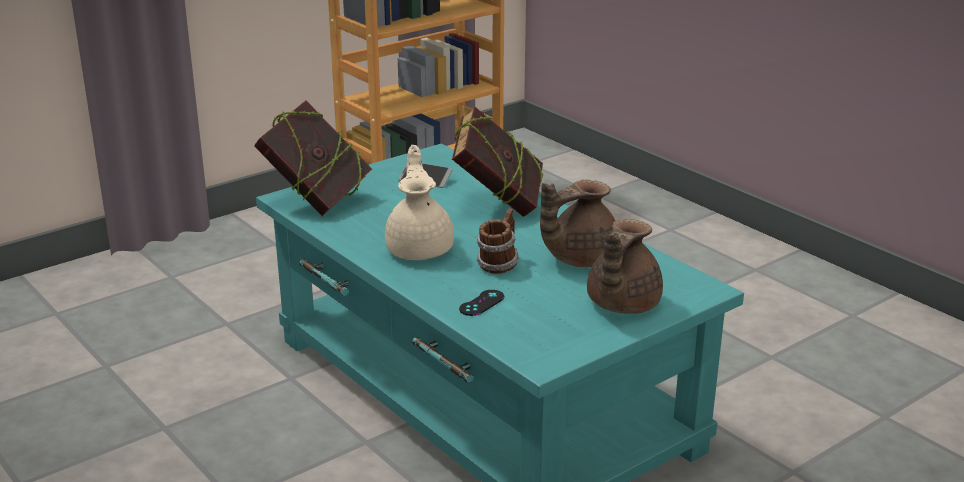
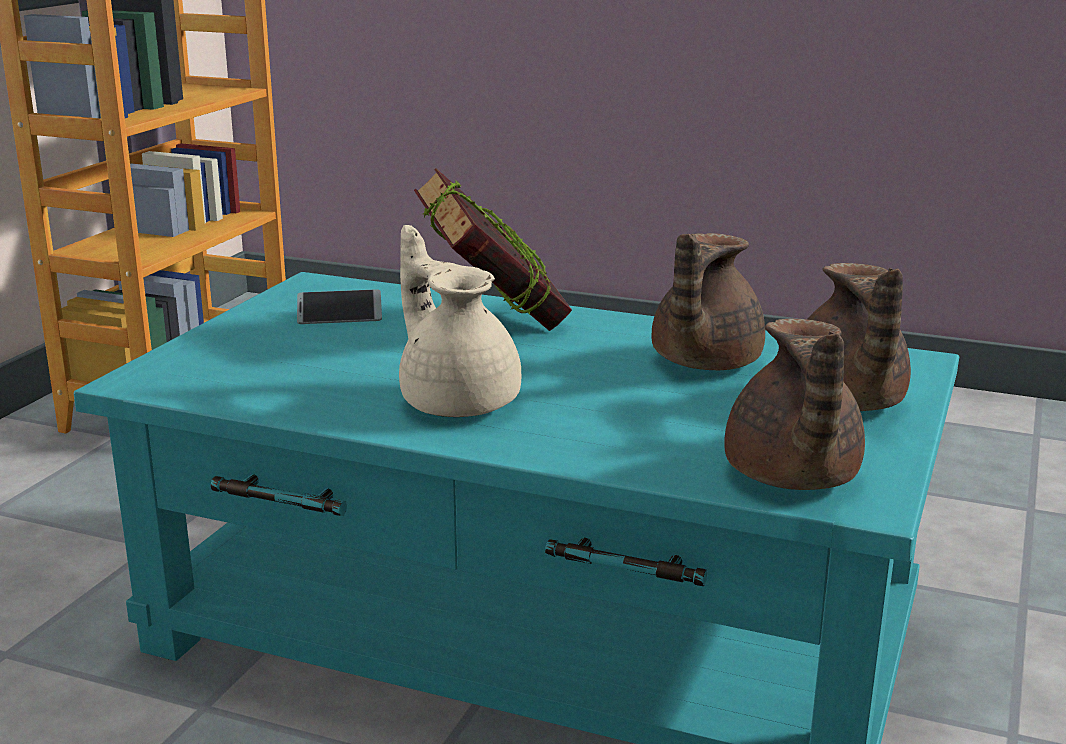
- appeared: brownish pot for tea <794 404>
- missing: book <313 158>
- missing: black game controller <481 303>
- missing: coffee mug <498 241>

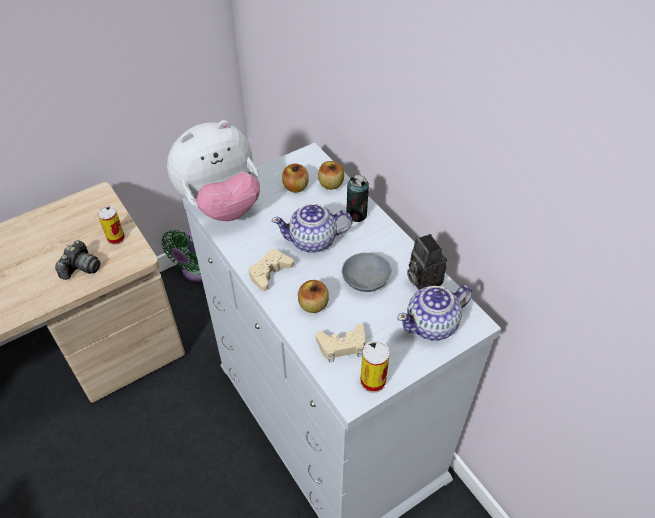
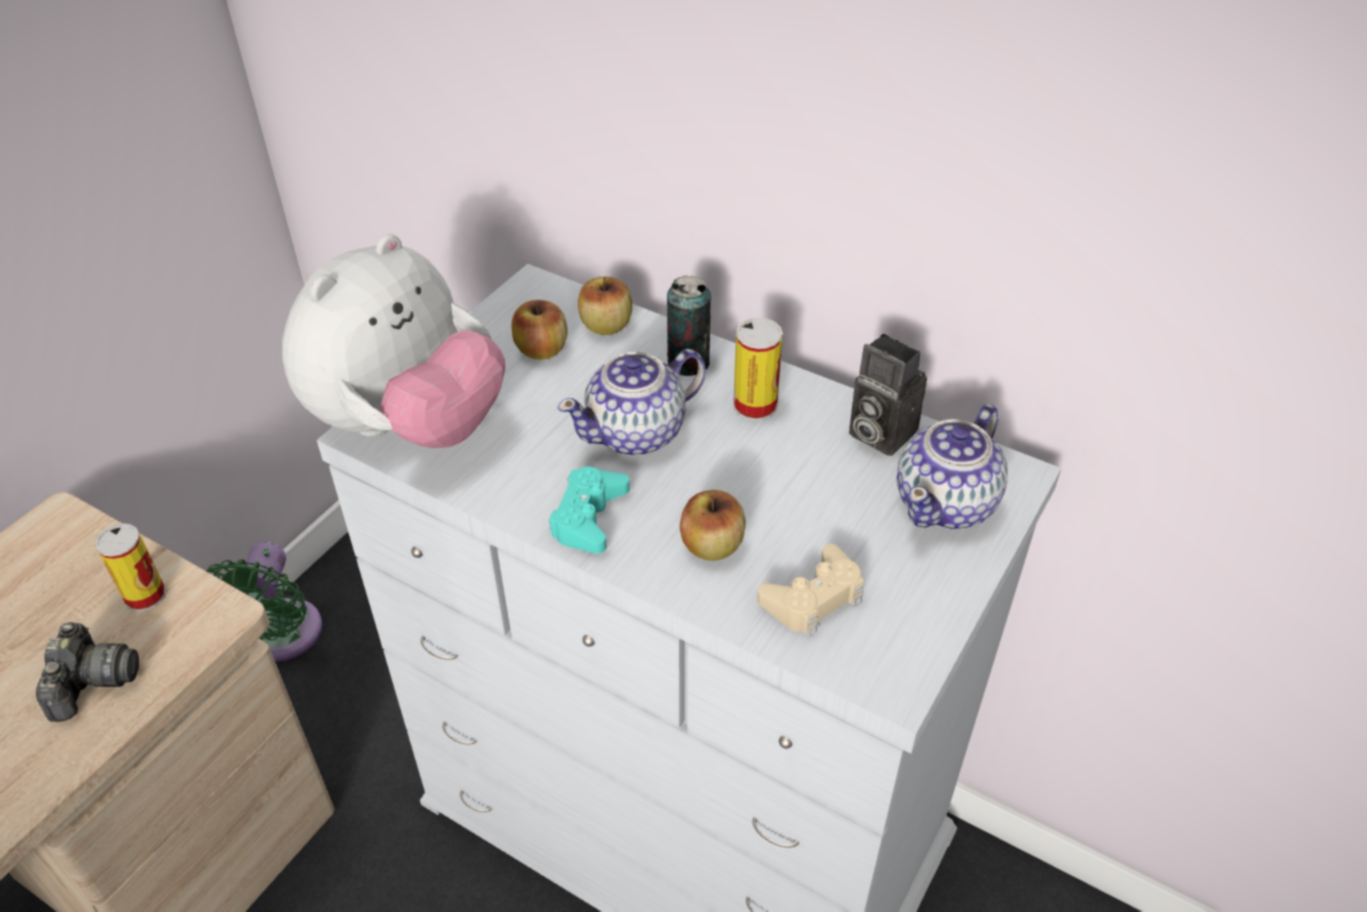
- colour: sand-coloured game controller <271 270> to blue-green game controller <589 510>
- relocated: can <375 367> to <758 369>
- missing: greyish bowl <366 272>

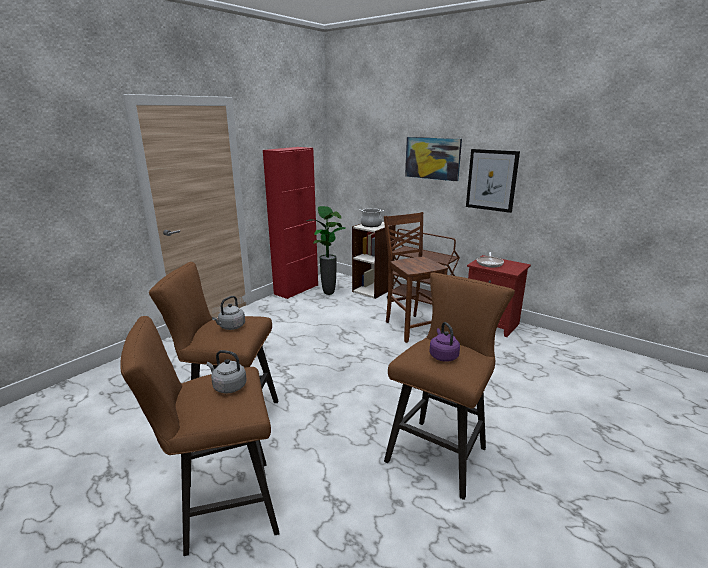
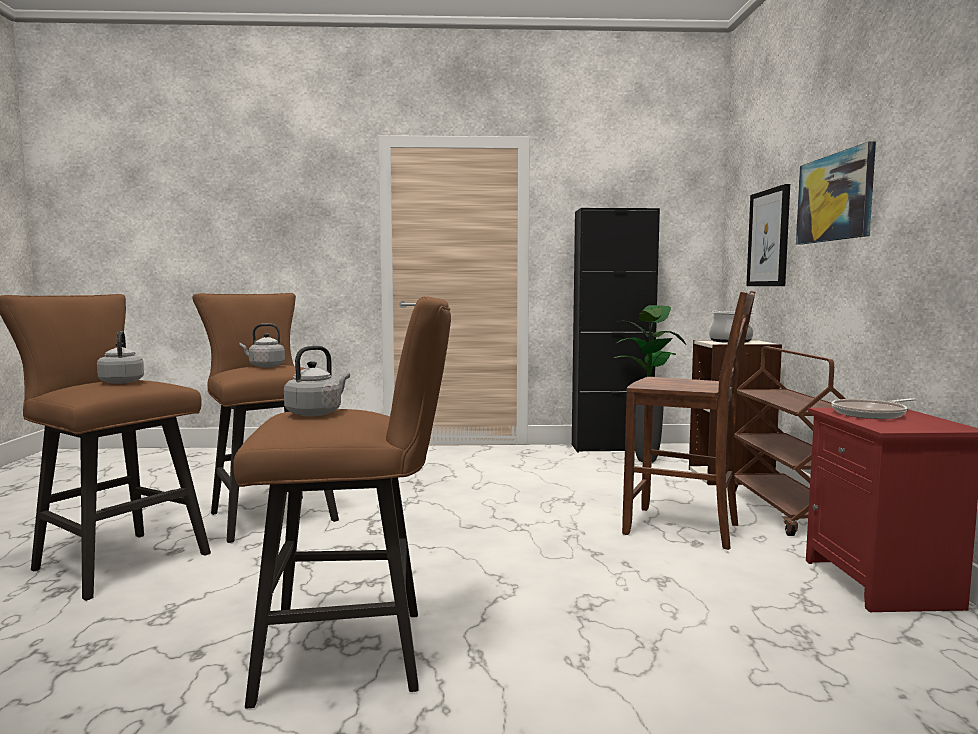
- colour: purplish tea kettle <444 342> to greyish tea kettle <317 381>
- colour: red-coloured storage cabinet <290 223> to black storage cabinet <616 330>
- spun: brownish chair <416 277> = <688 420> 90 degrees clockwise
- relocated: wall art <493 181> to <768 235>

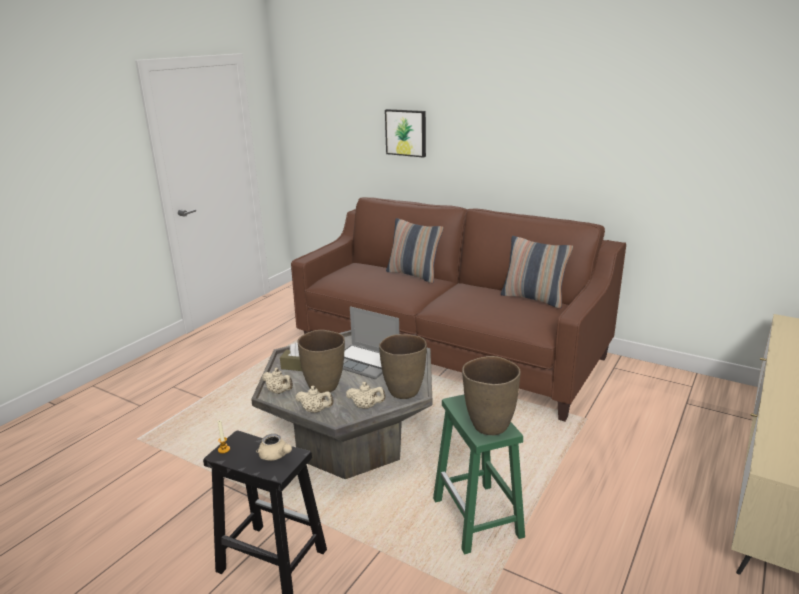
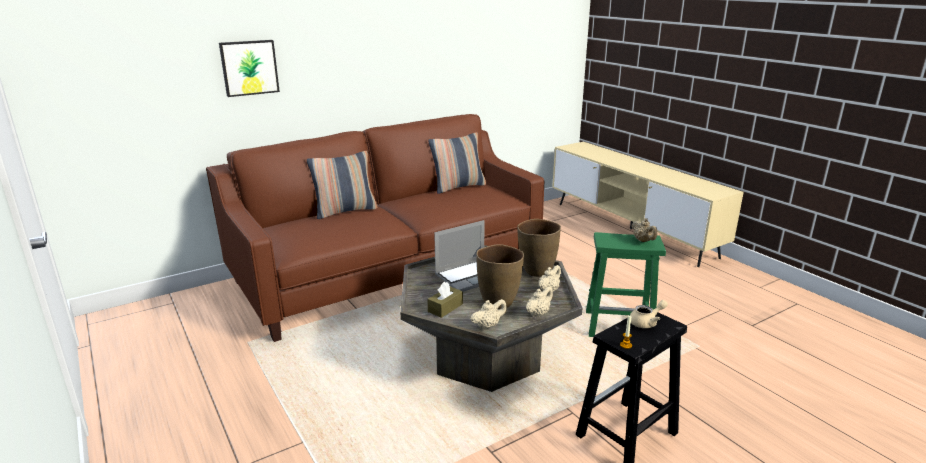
- exchanged: brownish flower vase <491 395> to sand-coloured pot for tea <644 230>

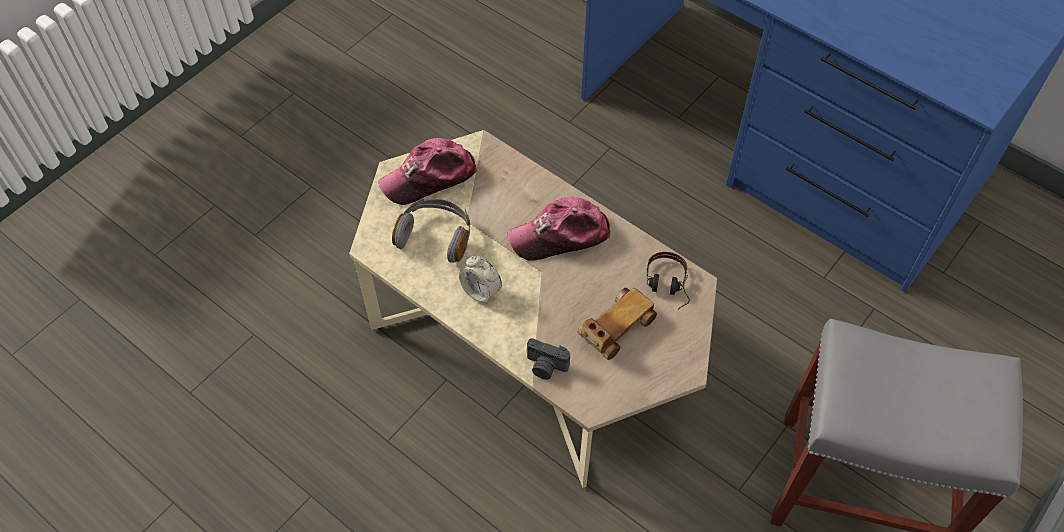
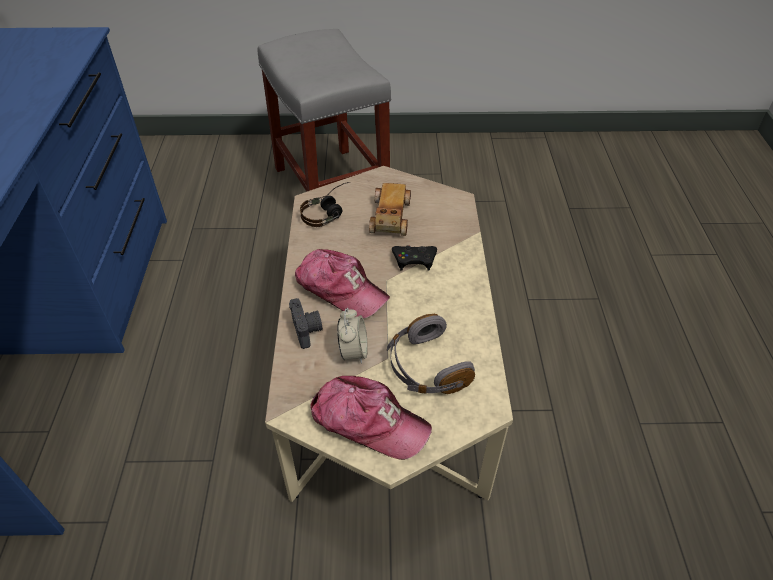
- relocated: still camera <548 358> to <306 323>
- relocated: table clock <480 280> to <352 336>
- spun: model car <617 324> = <390 209> 90 degrees clockwise
- appeared: black game controller <414 257>

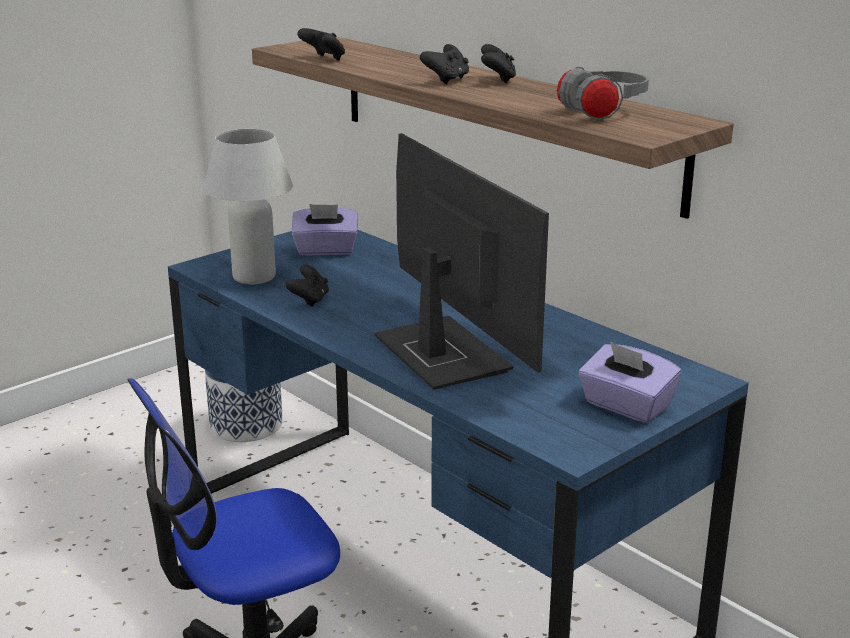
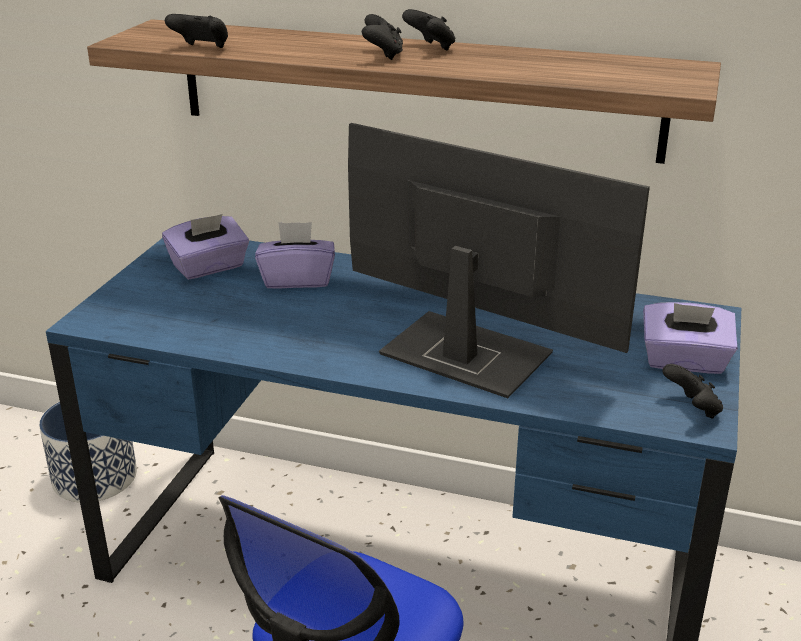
- appeared: purplish tissue box <295 255>
- relocated: black game controller <307 286> to <692 391>
- missing: whitish tabletop lamp <248 206>
- missing: greyish headset <603 93>

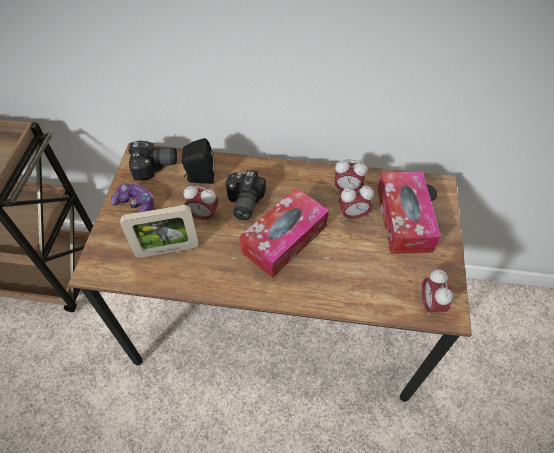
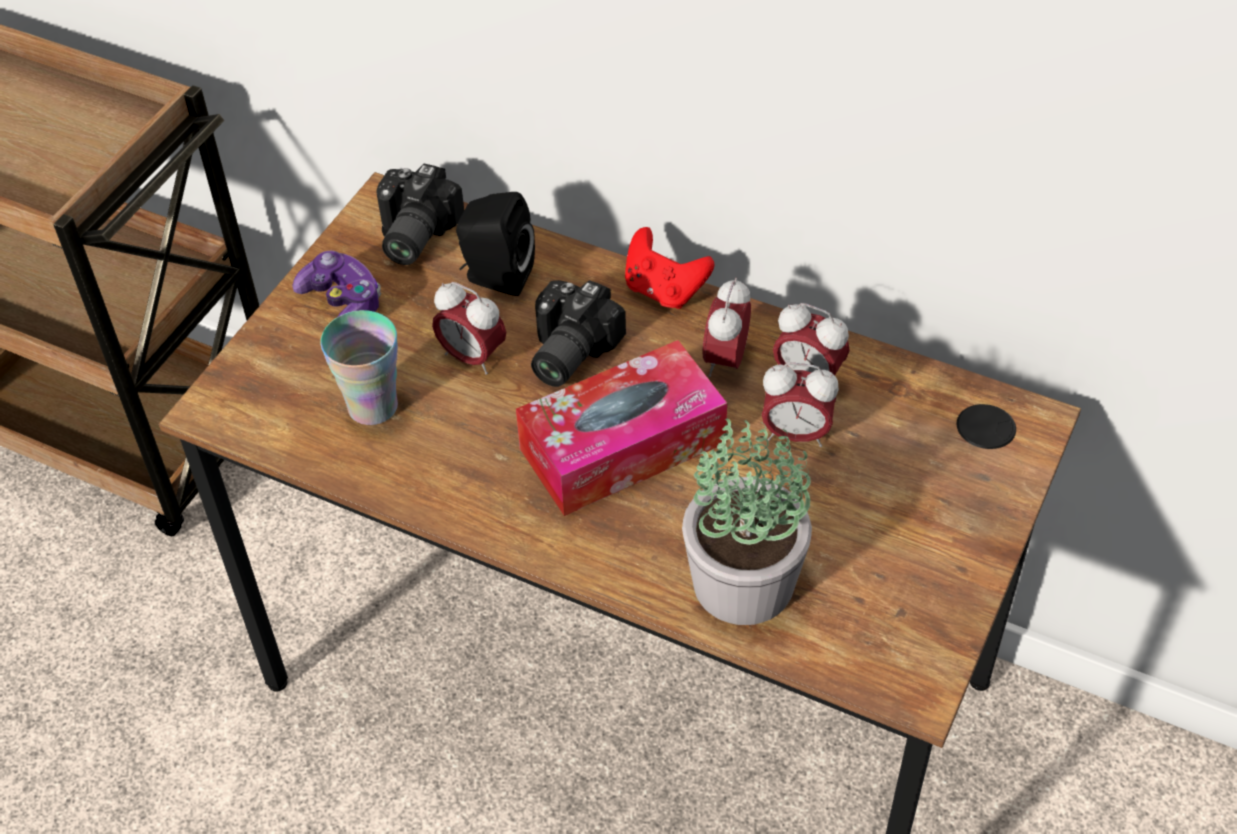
- exchanged: photo frame <159 231> to small cup <359 367>
- spun: still camera <152 161> = <420 214> 90 degrees clockwise
- appeared: red-coloured game controller <669 268>
- appeared: potted plant <747 521>
- relocated: table clock <437 292> to <726 327>
- missing: tissue box <409 212>

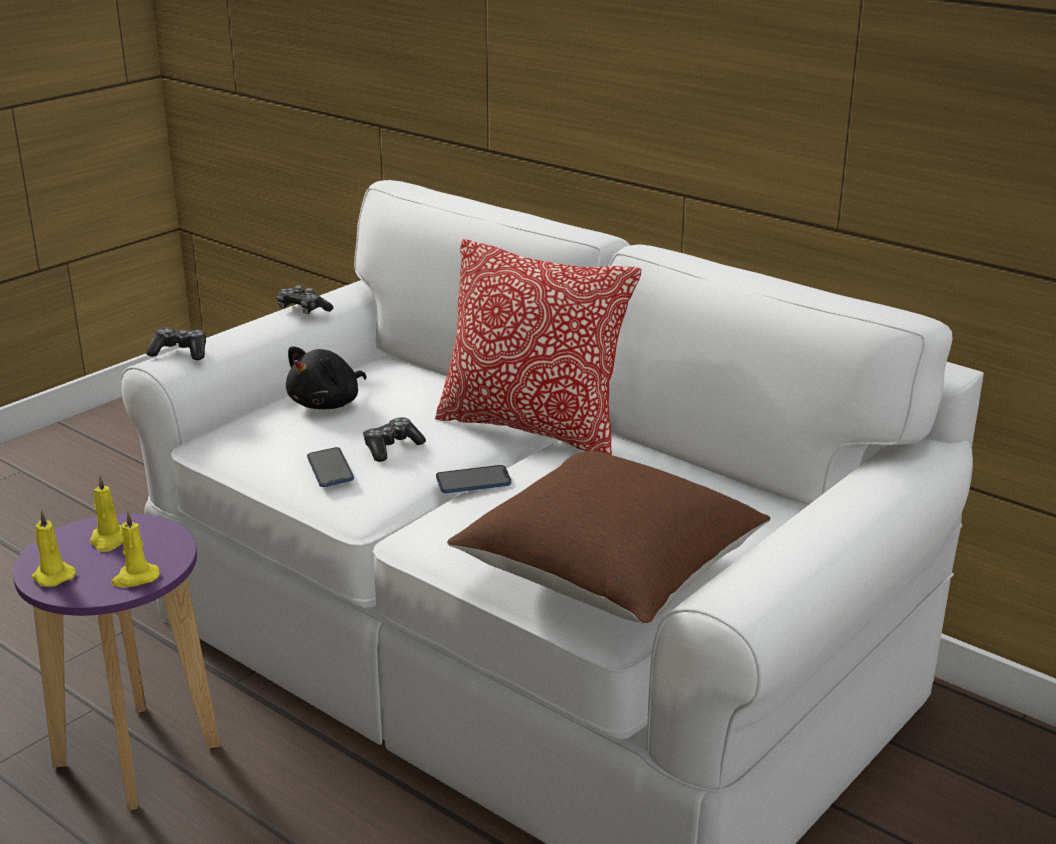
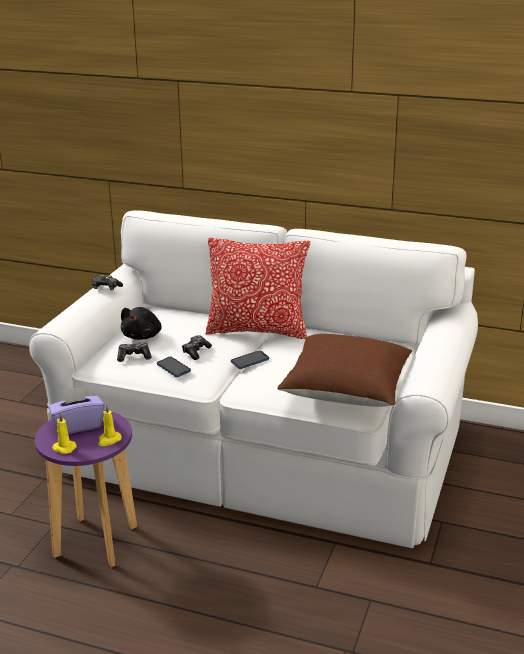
- exchanged: yellowish candle <106 513> to purplish tissue box <76 410>
- relocated: game controller <176 343> to <134 352>

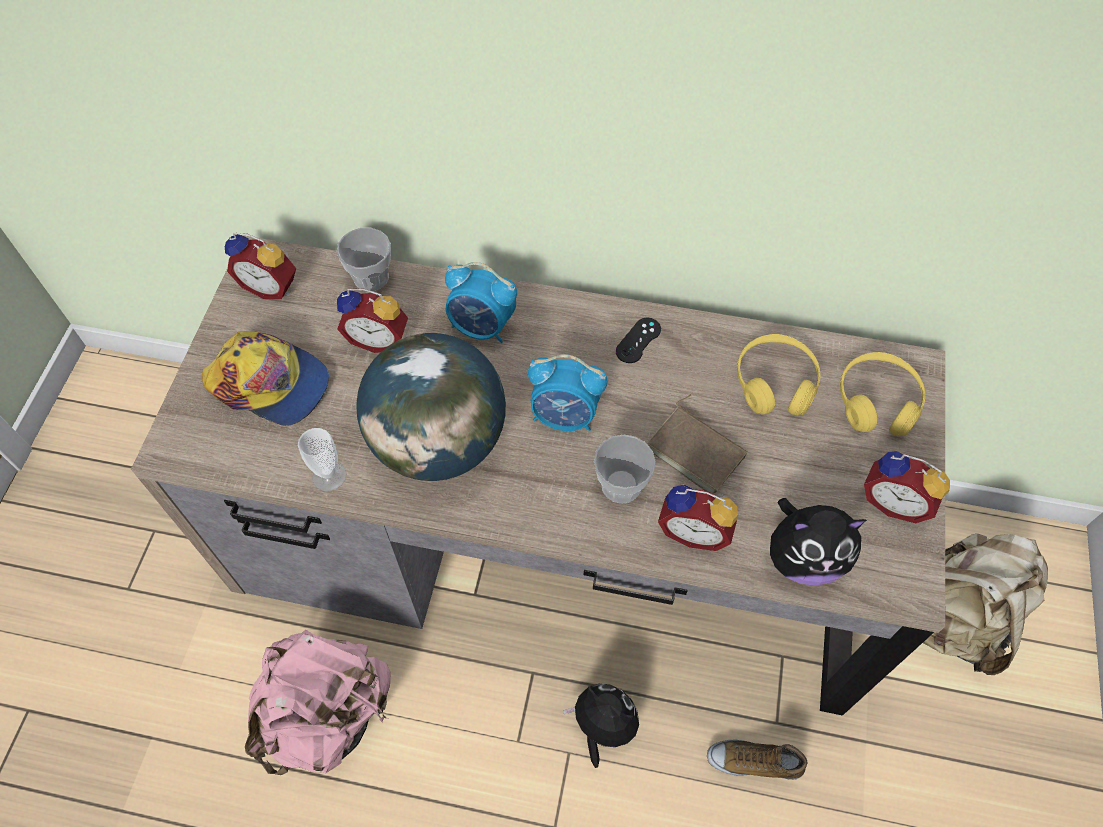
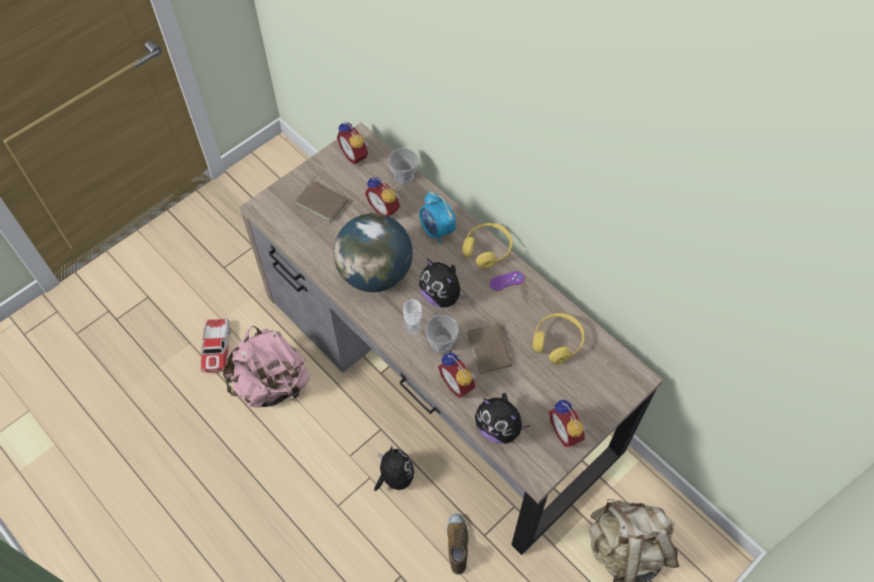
- appeared: model car <216 345>
- exchanged: baseball cap <265 378> to brownish book <321 199>
- relocated: small cup <322 459> to <413 317>
- exchanged: table clock <567 392> to plush toy <443 283>
- spun: shoe <757 760> = <457 543> 45 degrees clockwise
- relocated: yellowish headset <882 394> to <487 246>
- colour: black game controller <638 340> to purplish game controller <507 281>

